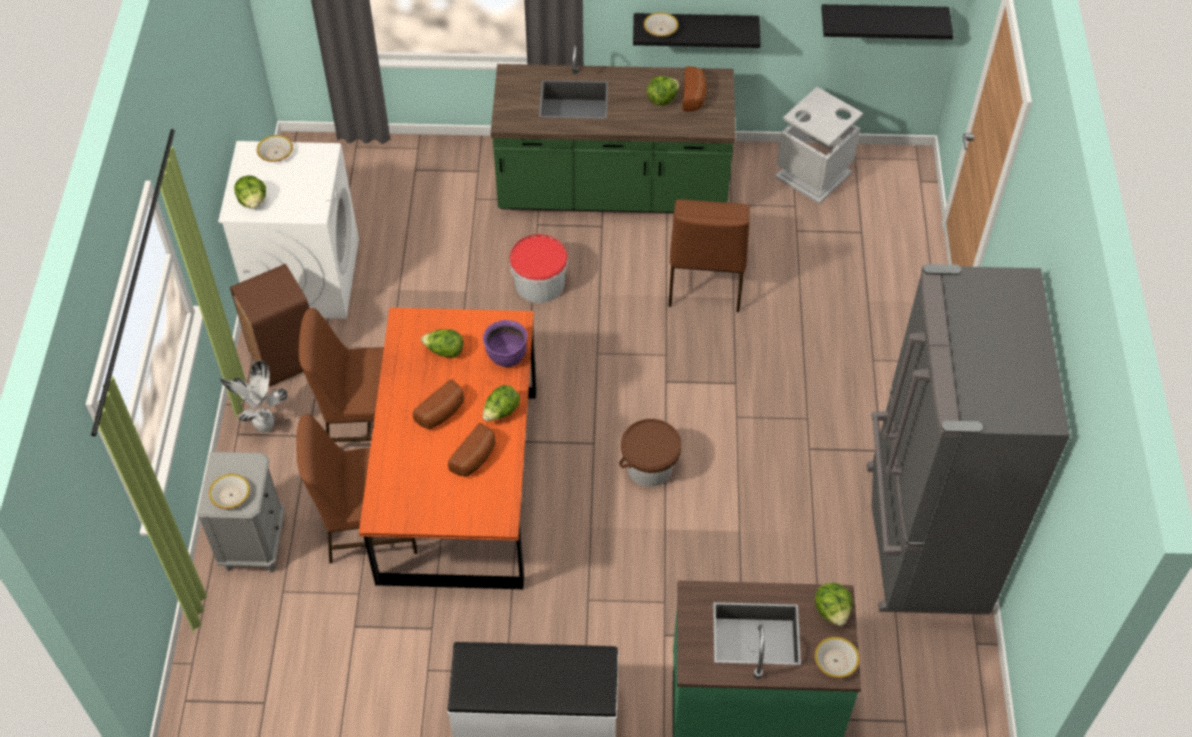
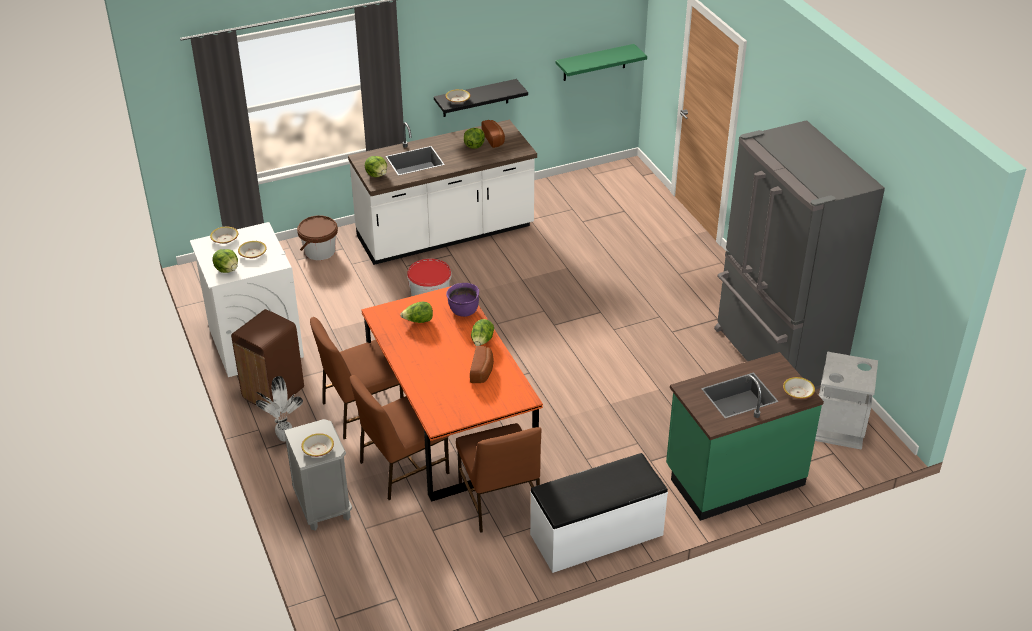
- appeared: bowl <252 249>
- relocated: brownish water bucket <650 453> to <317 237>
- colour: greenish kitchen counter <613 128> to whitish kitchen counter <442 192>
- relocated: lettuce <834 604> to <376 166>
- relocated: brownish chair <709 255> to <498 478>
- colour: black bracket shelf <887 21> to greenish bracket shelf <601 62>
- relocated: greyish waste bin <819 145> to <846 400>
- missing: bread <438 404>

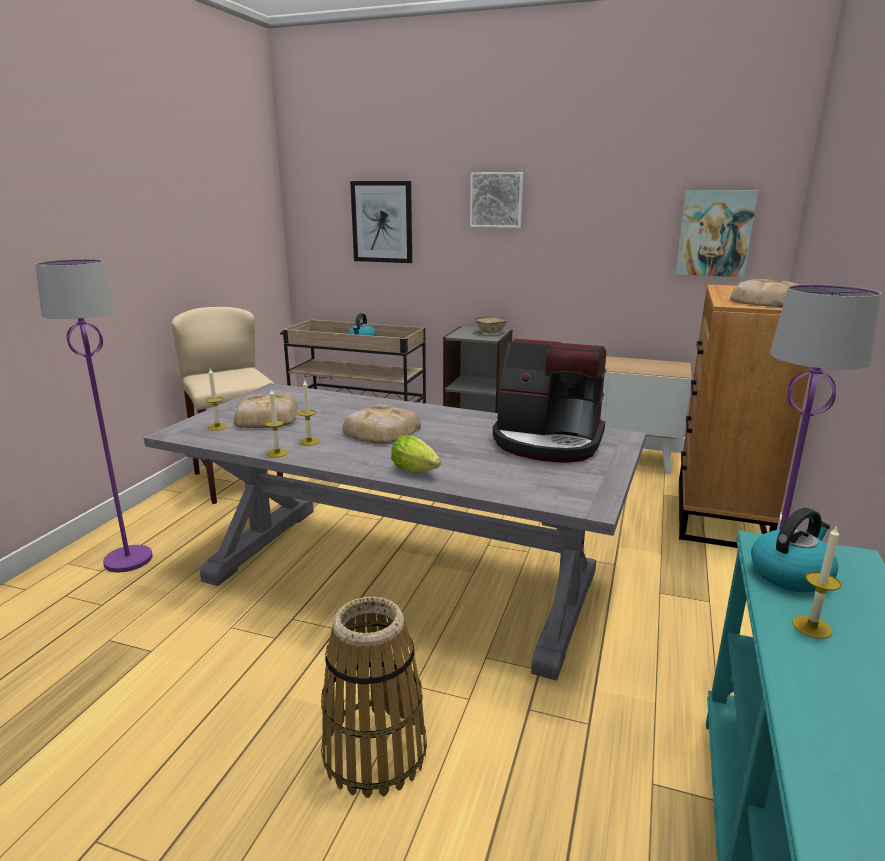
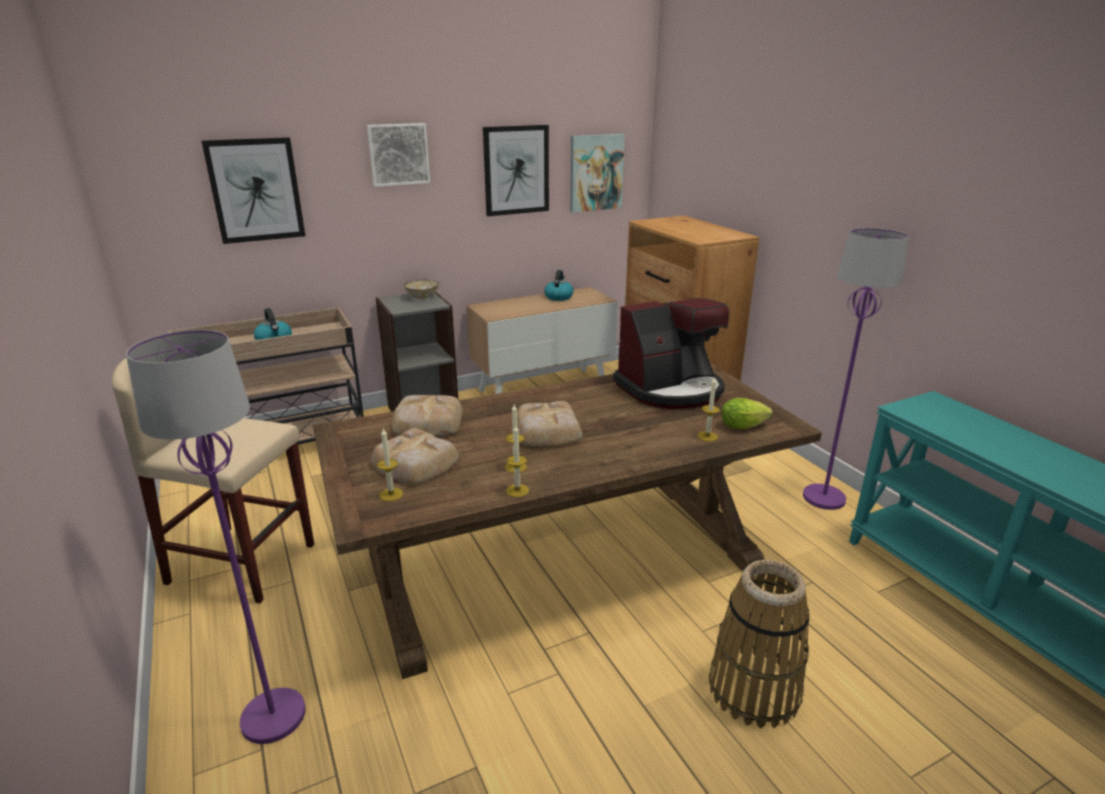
- colour: greyish dining table <395 532> to brownish dining table <567 521>
- relocated: bread <764 293> to <427 415>
- appeared: wall art <516 170>
- relocated: tea kettle <794 550> to <558 285>
- relocated: candle <816 582> to <708 409>
- relocated: lettuce <416 454> to <747 413>

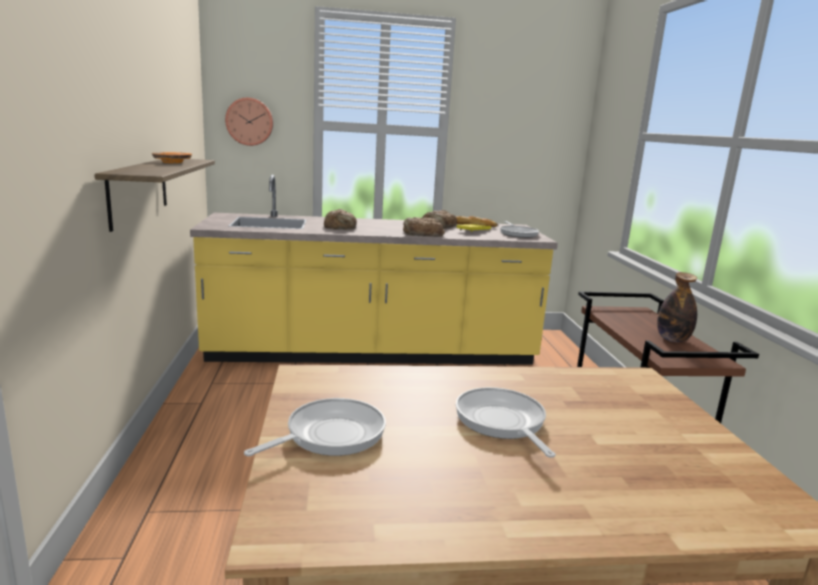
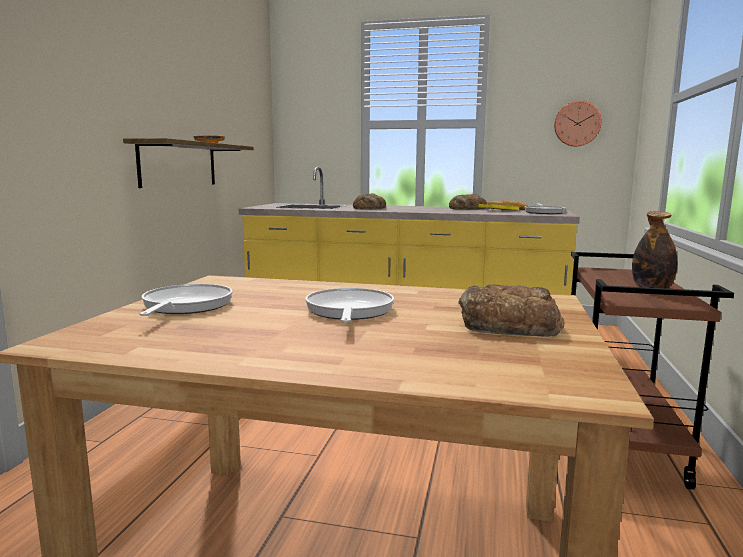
- spun: frying pan <315 427> = <186 300> 60 degrees counterclockwise
- relocated: bread <424 227> to <511 310>
- relocated: wall clock <249 122> to <578 123>

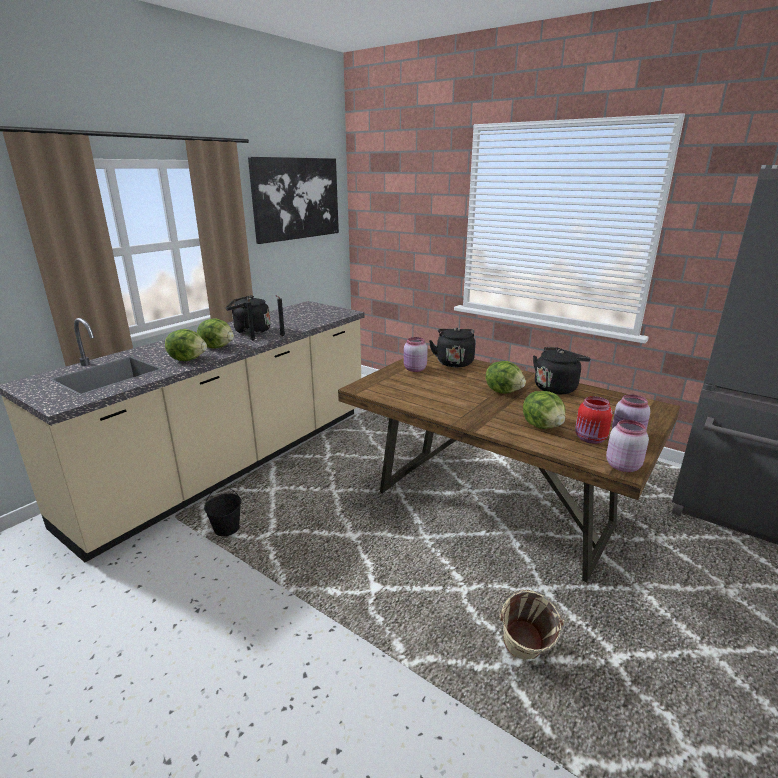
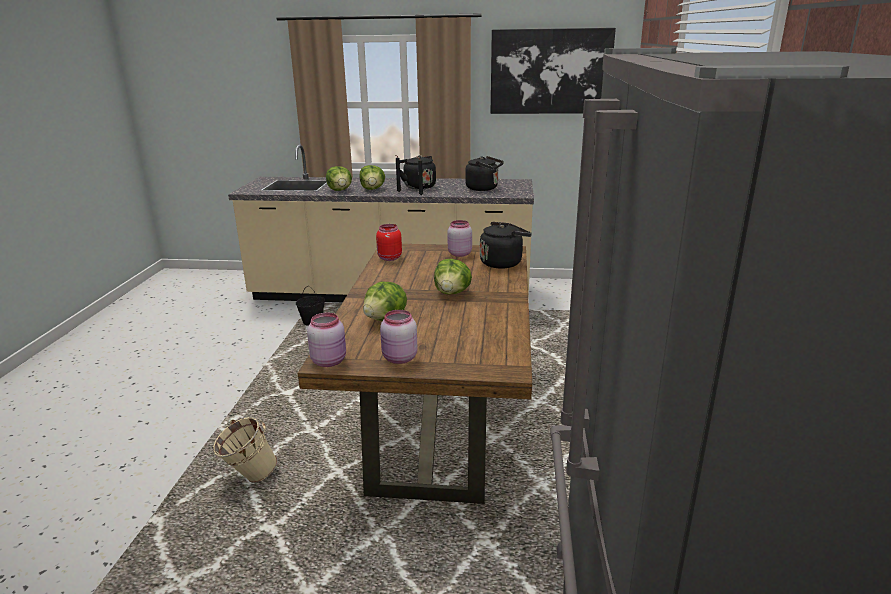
- relocated: red-coloured preserve jar <594 420> to <389 242>
- relocated: black tea kettle <562 370> to <484 173>

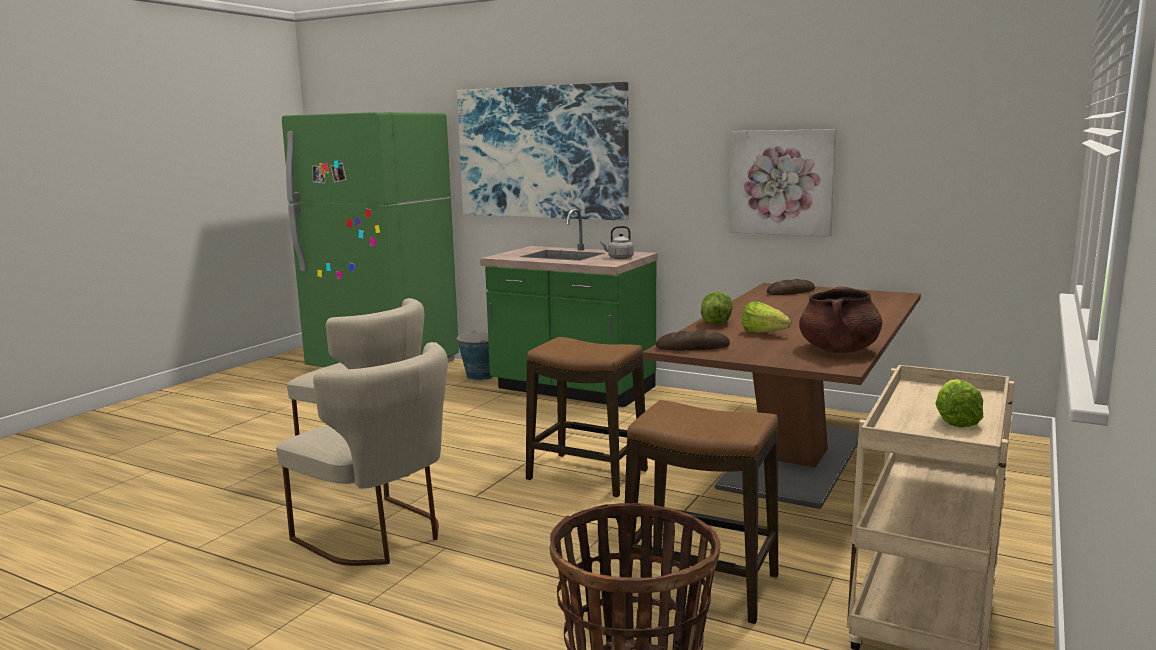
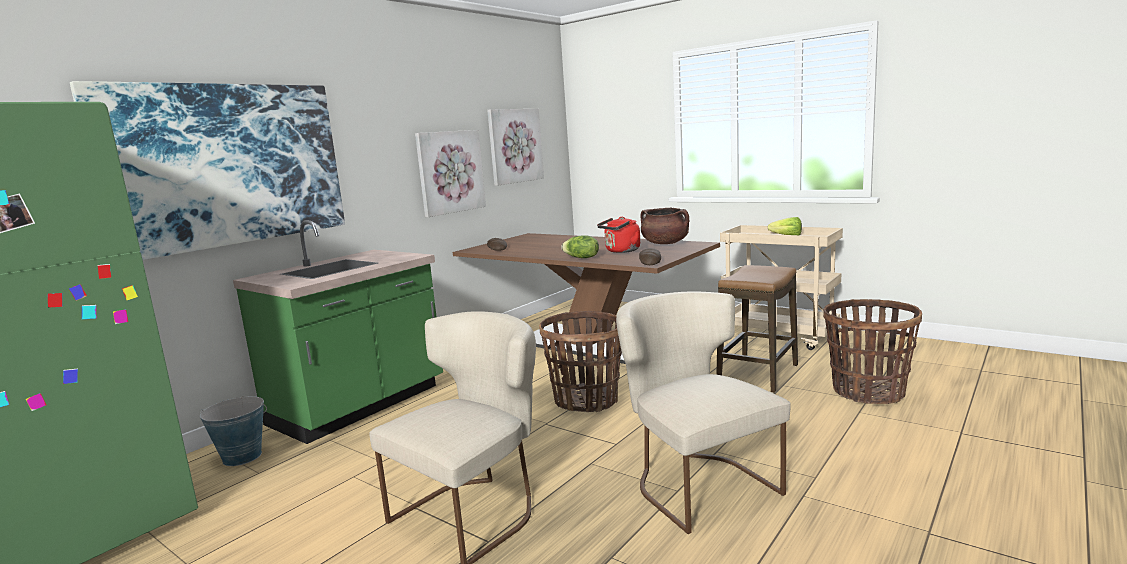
- appeared: wall art <515 147>
- exchanged: stool seat <587 417> to storage basket <580 361>
- exchanged: lettuce <766 317> to red-coloured tea kettle <618 235>
- spun: sand-coloured chair <362 454> = <703 412> 75 degrees counterclockwise
- missing: greyish tea kettle <617 242>

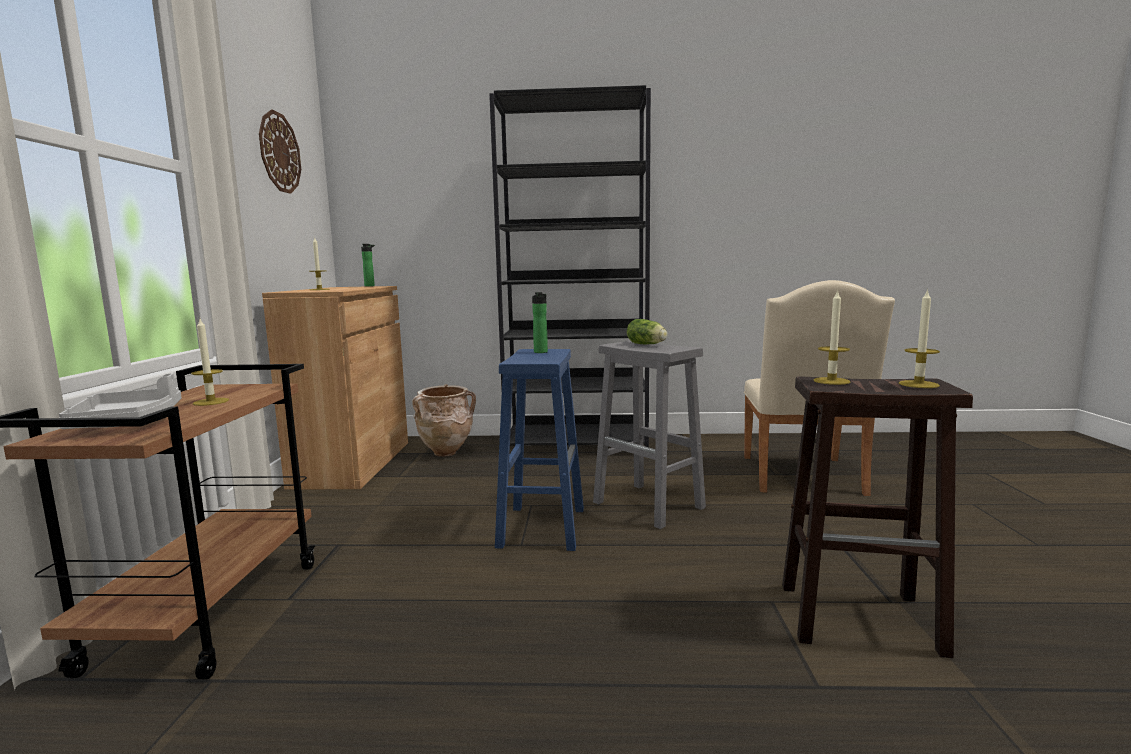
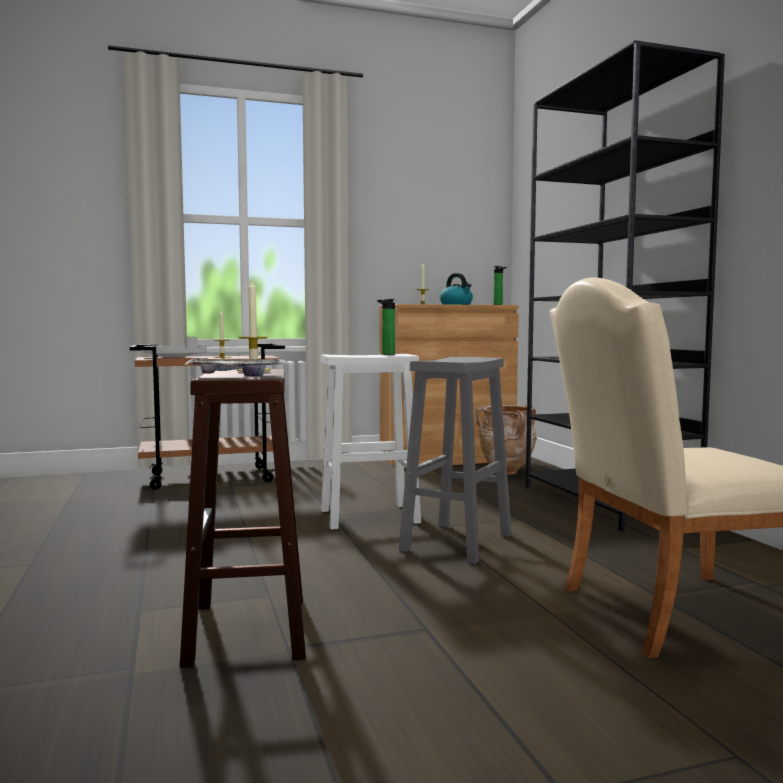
- exchanged: candle <919 338> to tray <235 367>
- colour: bluish stool seat <539 450> to whitish stool seat <371 442>
- appeared: tea kettle <456 289>
- missing: wall clock <280 151>
- missing: lettuce <647 331>

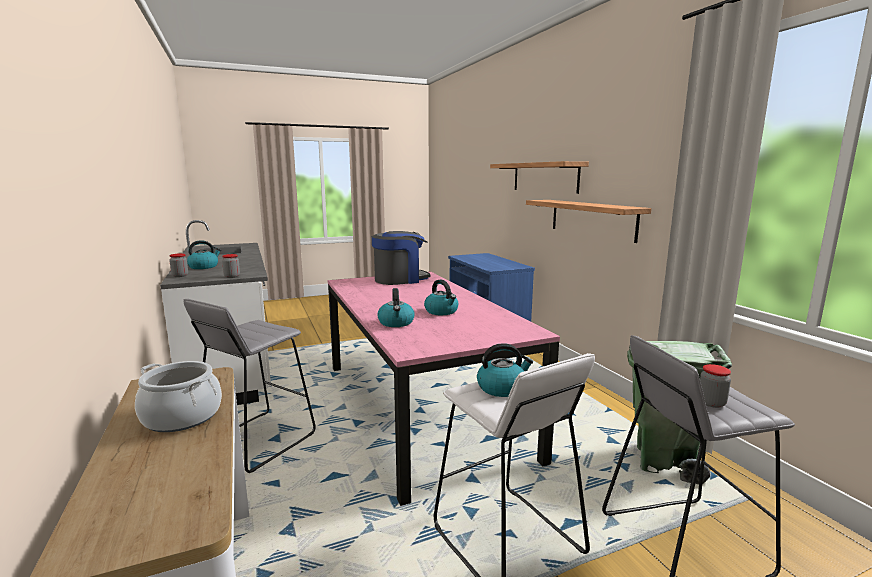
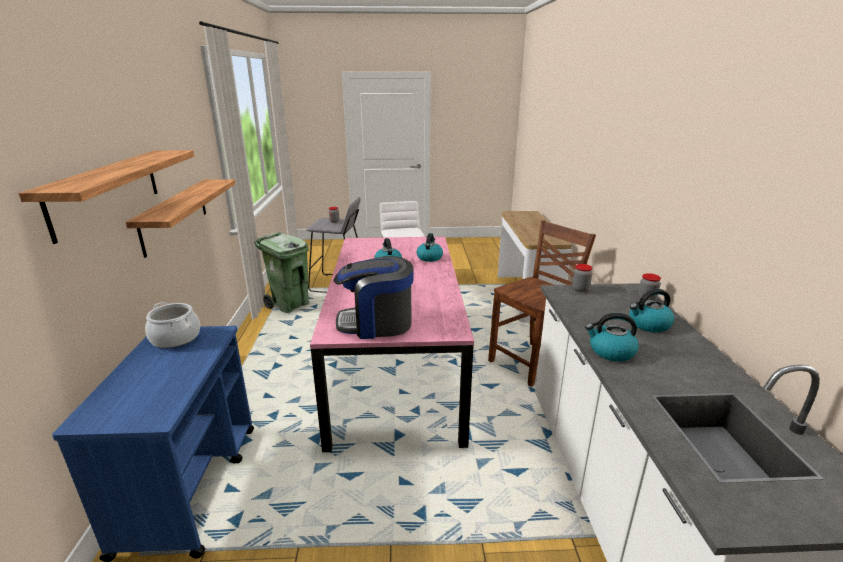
- relocated: stockpot <178 396> to <172 325>
- exchanged: greyish stool seat <250 386> to brownish chair <542 303>
- relocated: tea kettle <505 370> to <612 337>

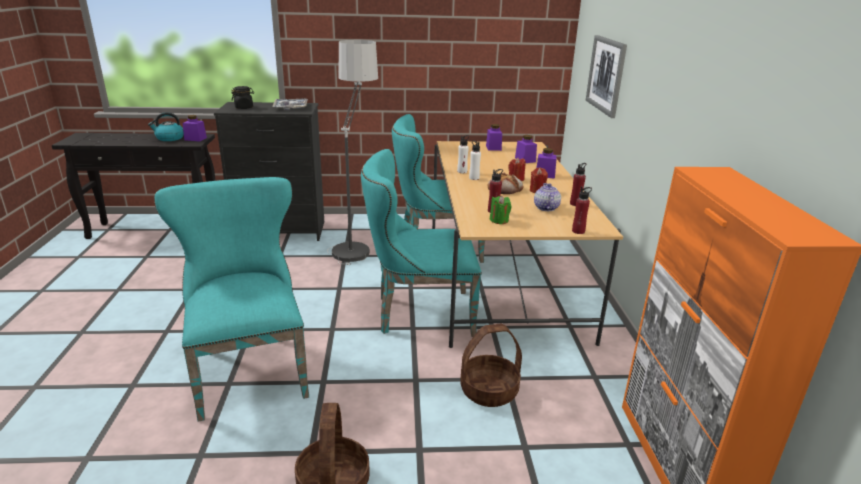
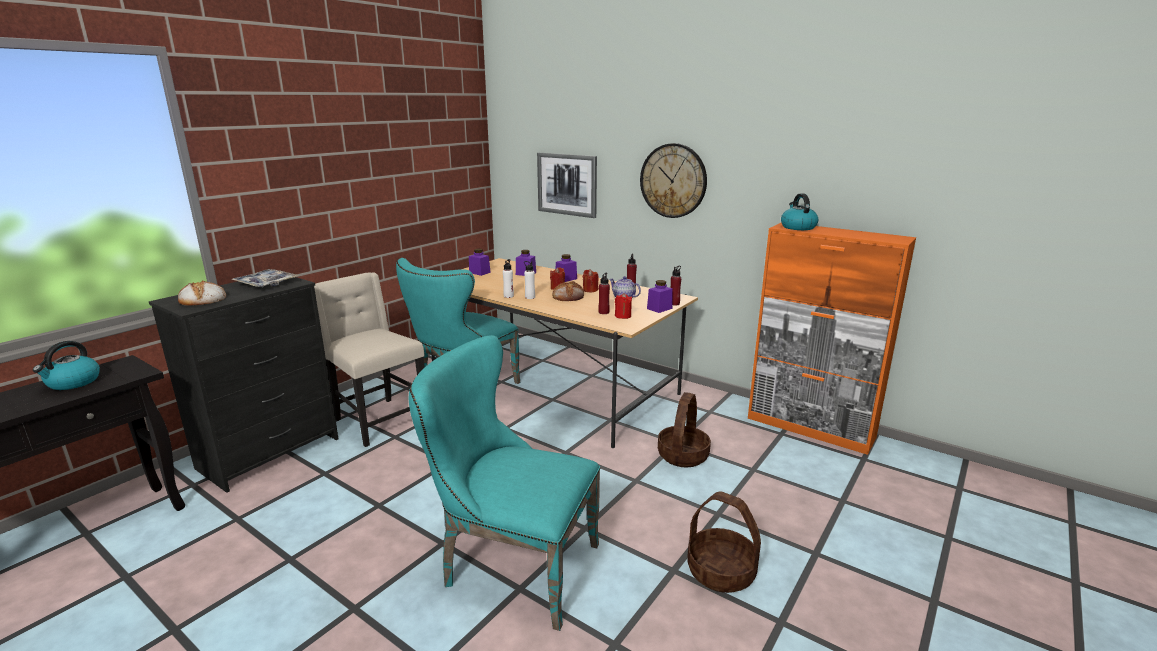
- exchanged: black preserve jar <242 97> to bread <202 293>
- exchanged: standard lamp <352 152> to sand-coloured chair <369 359>
- colour: greenish candle <500 209> to red-coloured candle <623 306>
- appeared: wall clock <673 180>
- relocated: purplish preserve jar <195 128> to <660 296>
- appeared: tea kettle <799 211>
- missing: blue-green chair <421 243>

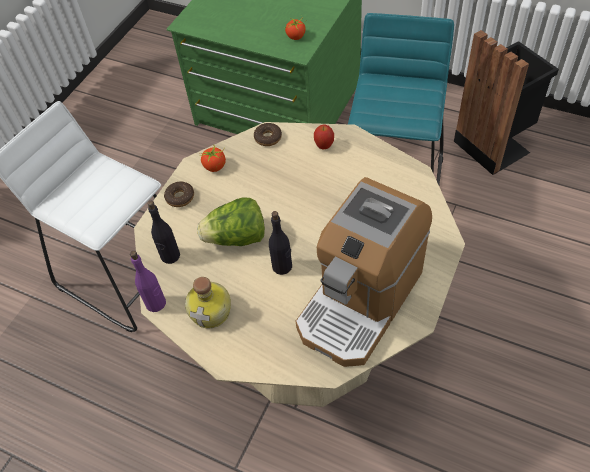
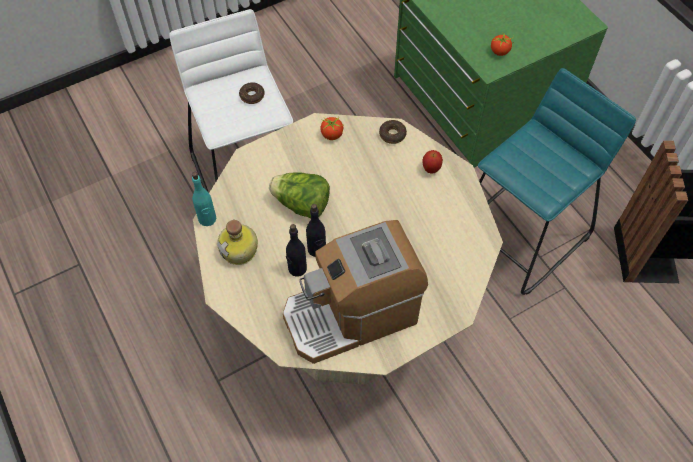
- colour: purplish bottle <148 281> to blue-green bottle <204 199>
- relocated: doughnut <179 194> to <252 93>
- relocated: black bottle <163 232> to <296 250>

